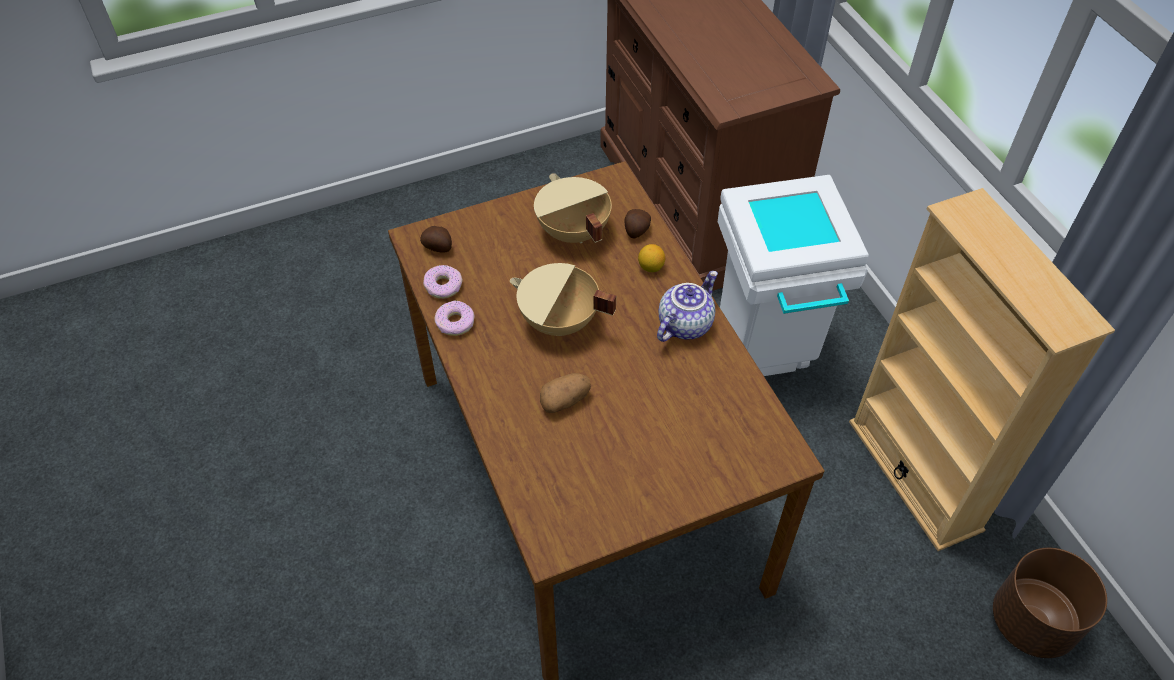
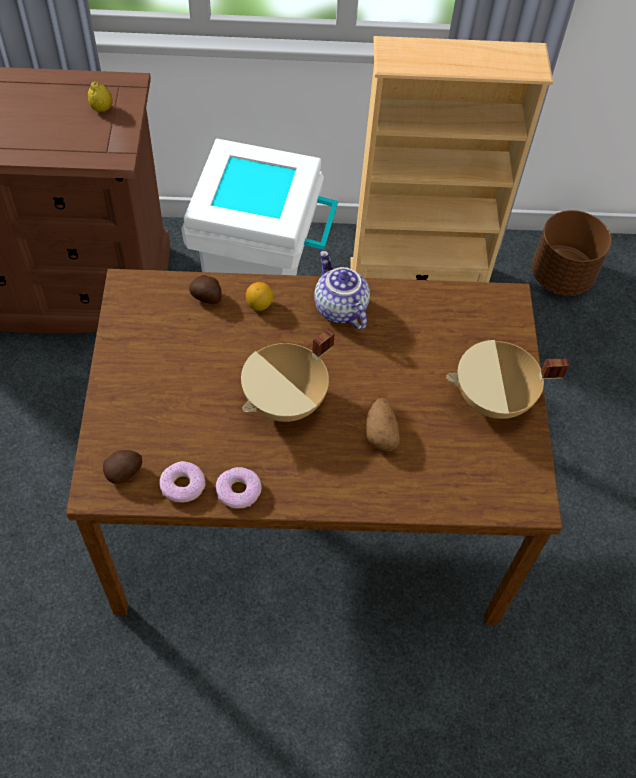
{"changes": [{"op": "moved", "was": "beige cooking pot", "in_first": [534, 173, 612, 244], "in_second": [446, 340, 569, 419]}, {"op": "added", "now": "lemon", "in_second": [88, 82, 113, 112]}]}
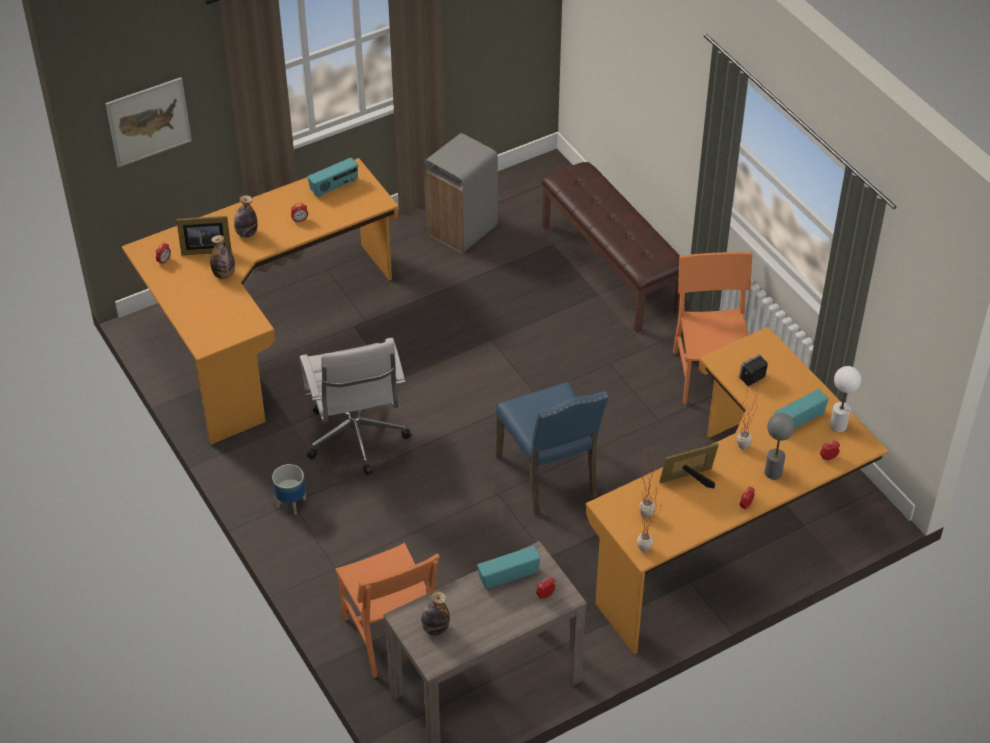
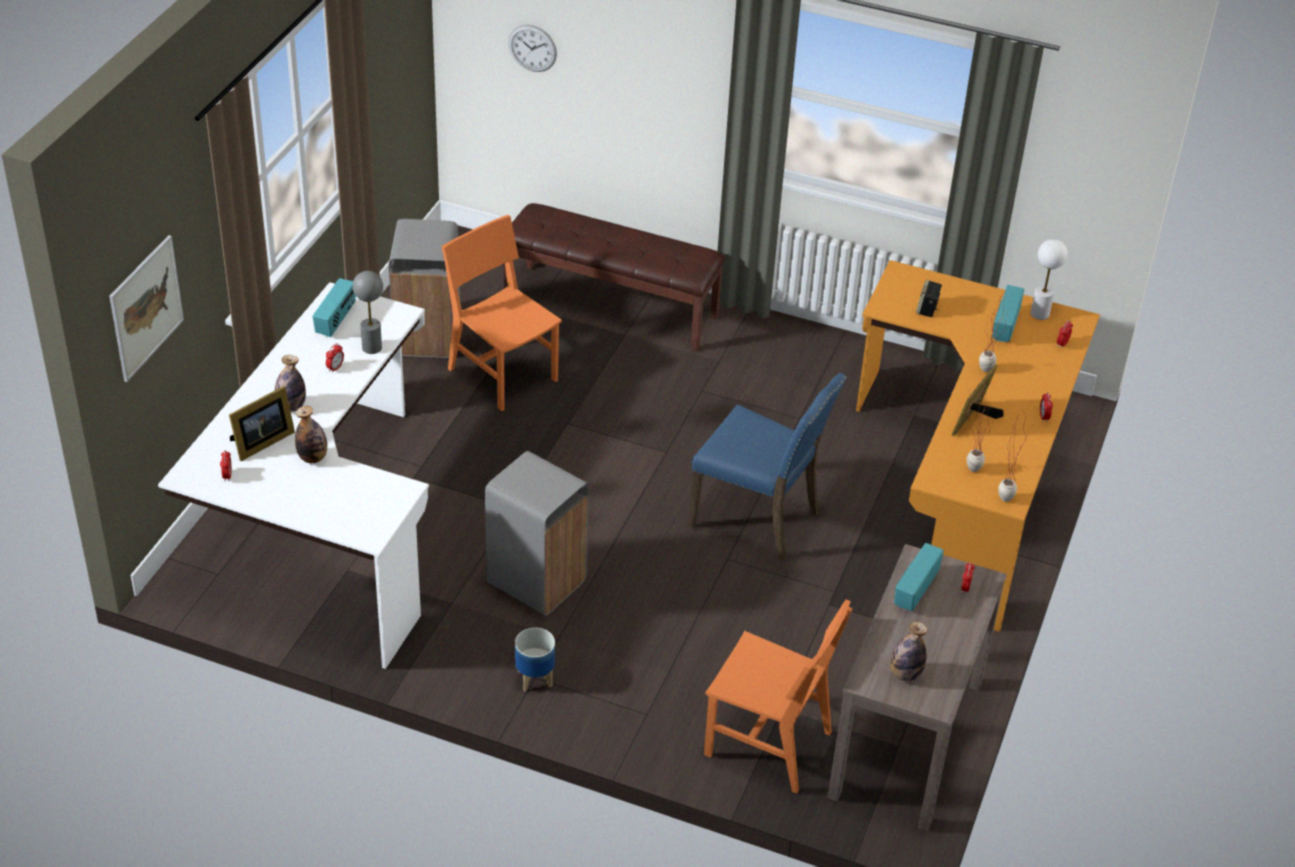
{"changes": [{"op": "recoloured", "was": "orange desk", "now": "white desk", "in_first": [122, 158, 399, 445], "in_second": [158, 282, 429, 669]}, {"op": "replaced", "was": "white office chair", "now": "grey trash can", "in_first": [300, 338, 411, 475], "in_second": [485, 451, 589, 616]}, {"op": "moved", "was": "orange chair", "in_first": [673, 252, 752, 404], "in_second": [442, 215, 562, 411]}, {"op": "moved", "was": "grey table lamp", "in_first": [765, 413, 795, 480], "in_second": [353, 271, 383, 354]}, {"op": "added", "now": "wall clock", "in_second": [508, 24, 557, 72]}]}
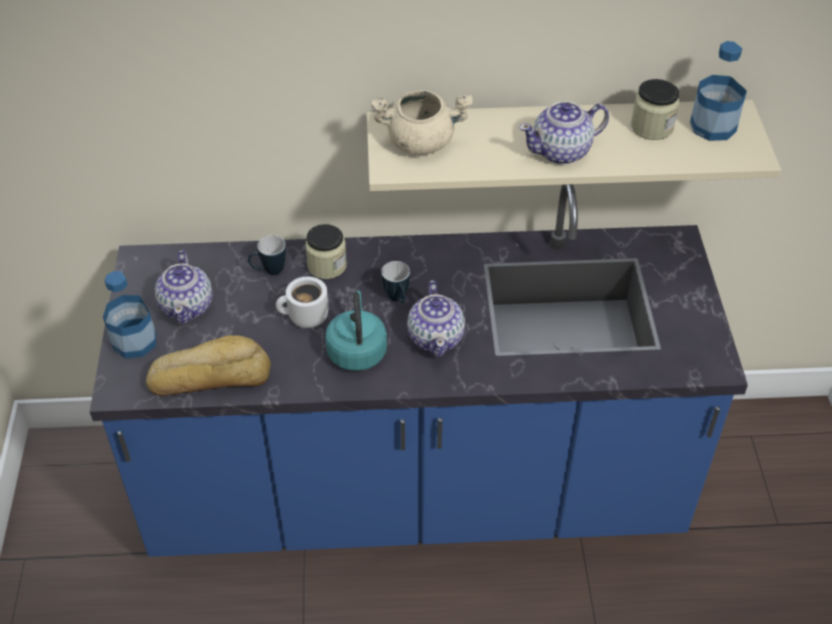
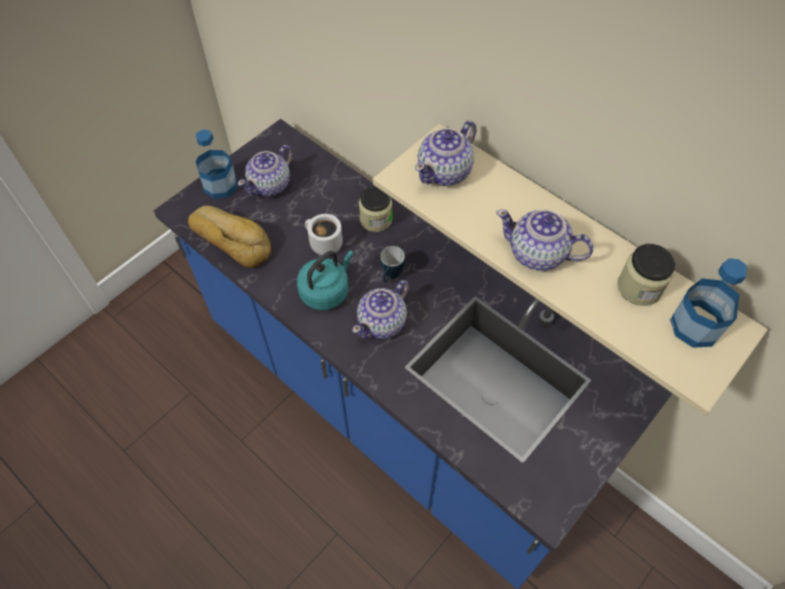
{"changes": [{"op": "removed", "was": "mug", "in_first": [248, 235, 286, 275]}, {"op": "replaced", "was": "beige cooking pot", "now": "teapot", "in_first": [371, 90, 473, 155], "in_second": [415, 121, 476, 186]}]}
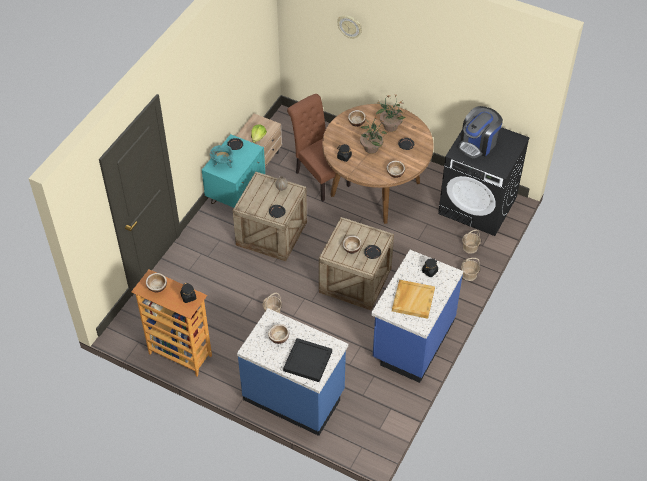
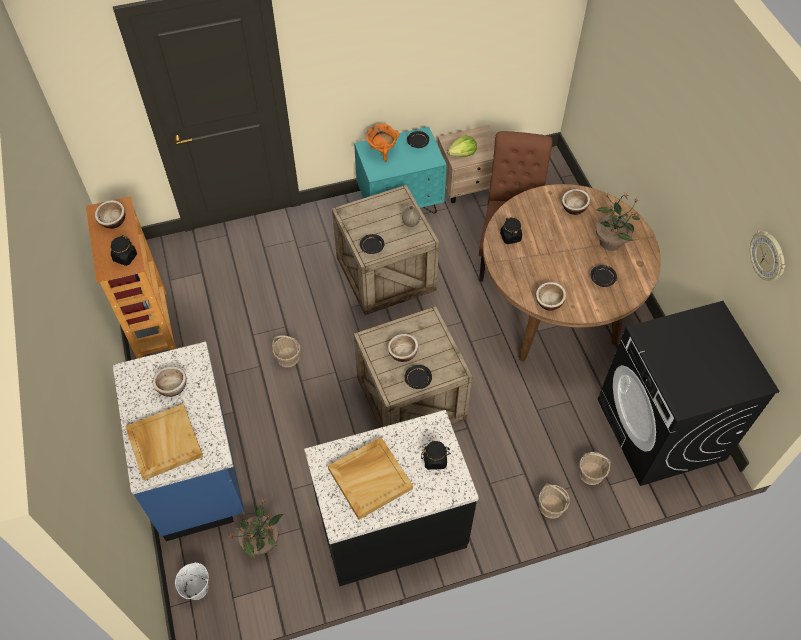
{"changes": [{"op": "recoloured", "was": "turquoise cooking pot", "now": "orange cooking pot", "in_first": [210, 145, 233, 168], "in_second": [366, 124, 399, 162]}, {"op": "recoloured", "was": "black tray", "now": "beige tray", "in_first": [283, 338, 332, 382], "in_second": [125, 404, 203, 481]}, {"op": "moved", "was": "wall clock", "in_first": [337, 15, 362, 39], "in_second": [750, 230, 785, 281]}, {"op": "moved", "was": "potted plant", "in_first": [360, 116, 387, 154], "in_second": [229, 499, 284, 558]}, {"op": "recoloured", "was": "blue counter", "now": "black counter", "in_first": [371, 250, 463, 383], "in_second": [304, 410, 479, 586]}, {"op": "removed", "was": "coffee machine", "in_first": [458, 106, 503, 158]}, {"op": "added", "now": "white bucket", "in_second": [175, 563, 209, 600]}]}
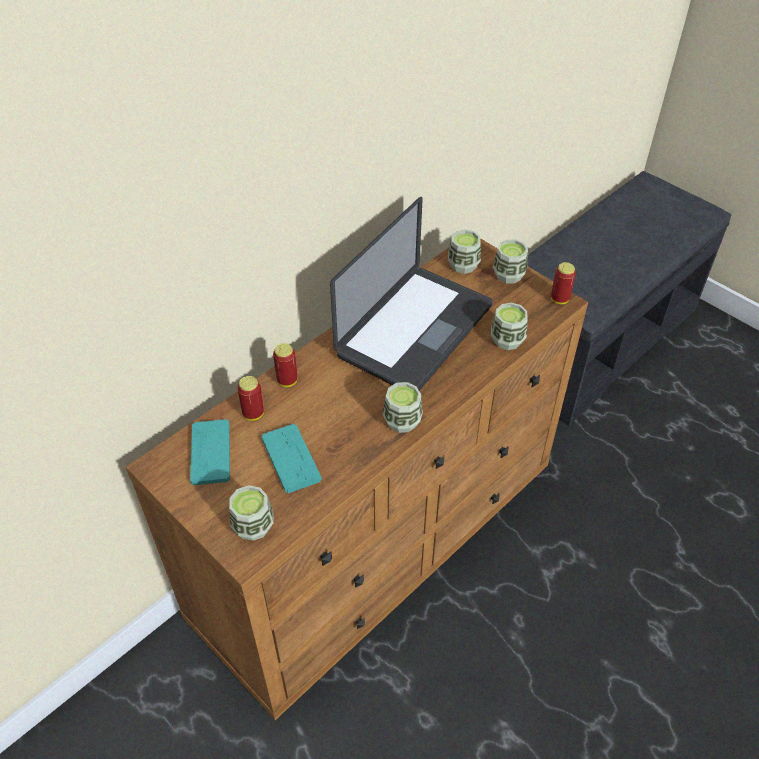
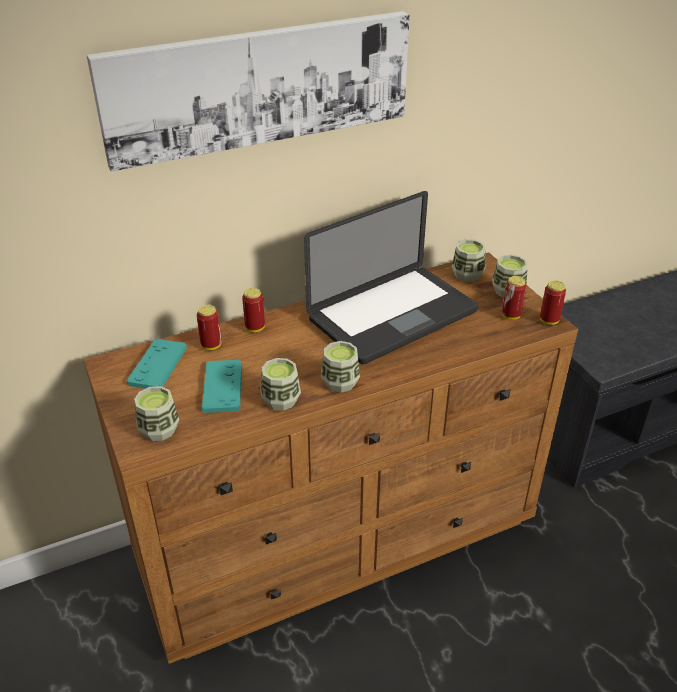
{"changes": [{"op": "moved", "was": "cup", "in_first": [491, 302, 528, 350], "in_second": [260, 358, 301, 411]}, {"op": "added", "now": "picture", "in_second": [86, 11, 410, 172]}, {"op": "added", "now": "can", "in_second": [501, 276, 527, 320]}]}
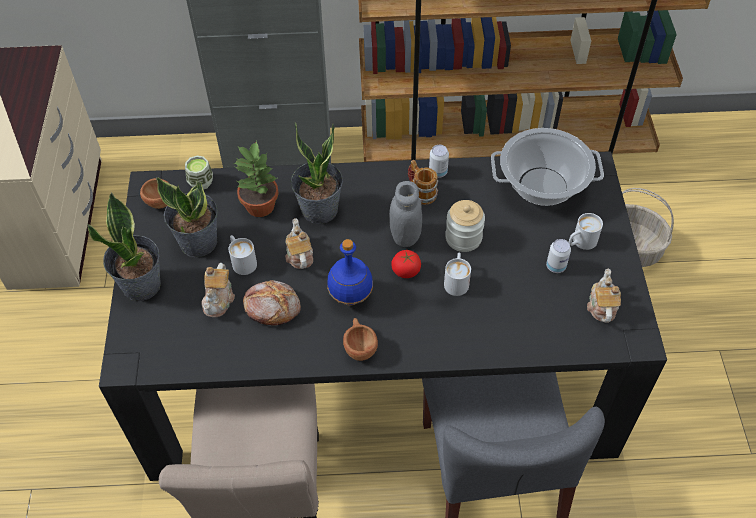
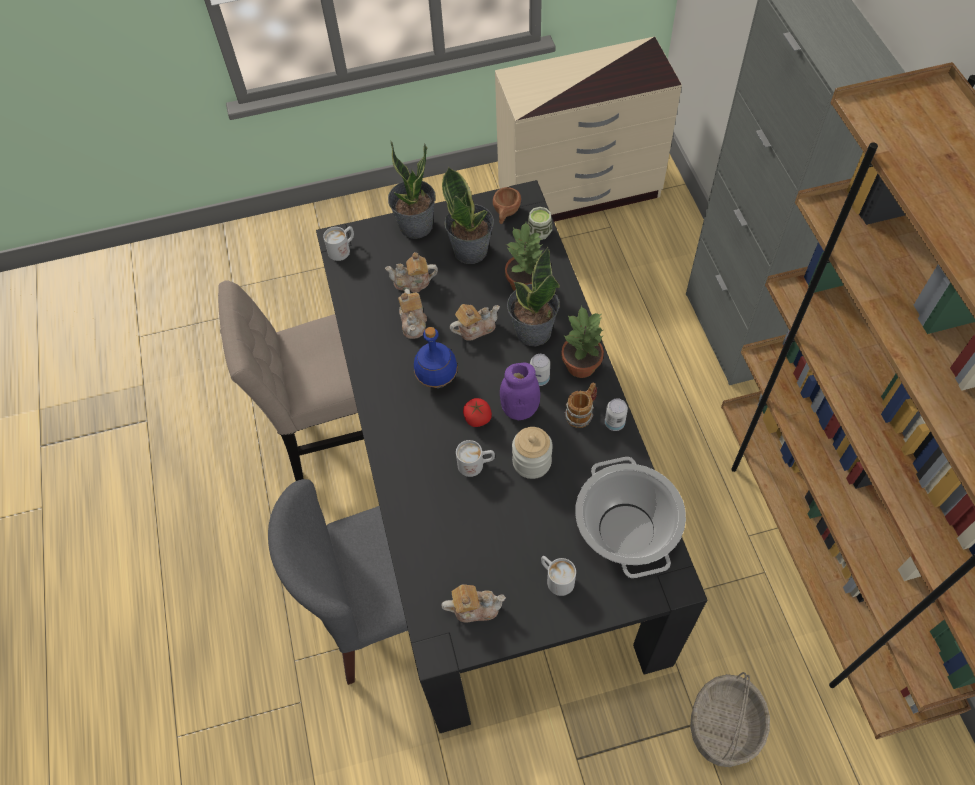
{"changes": [{"op": "moved", "was": "white mug", "in_first": [228, 235, 257, 275], "in_second": [323, 226, 354, 261]}, {"op": "replaced", "was": "bread", "now": "teapot", "in_first": [243, 280, 301, 326], "in_second": [398, 289, 427, 339]}, {"op": "removed", "was": "brown cup", "in_first": [343, 318, 378, 361]}, {"op": "recoloured", "was": "grey jar", "now": "purple jar", "in_first": [389, 181, 422, 247], "in_second": [500, 362, 540, 420]}, {"op": "moved", "was": "can", "in_first": [546, 239, 571, 273], "in_second": [530, 354, 550, 386]}, {"op": "added", "now": "potted plant", "in_second": [561, 306, 604, 378]}]}
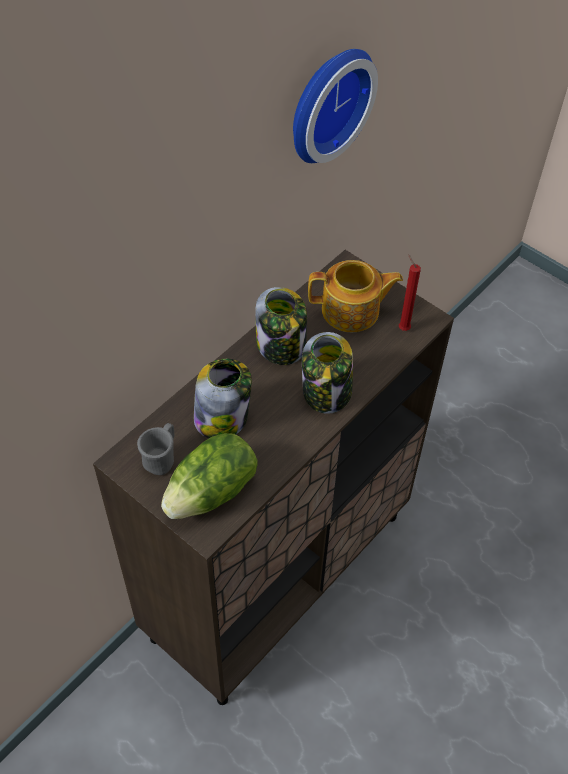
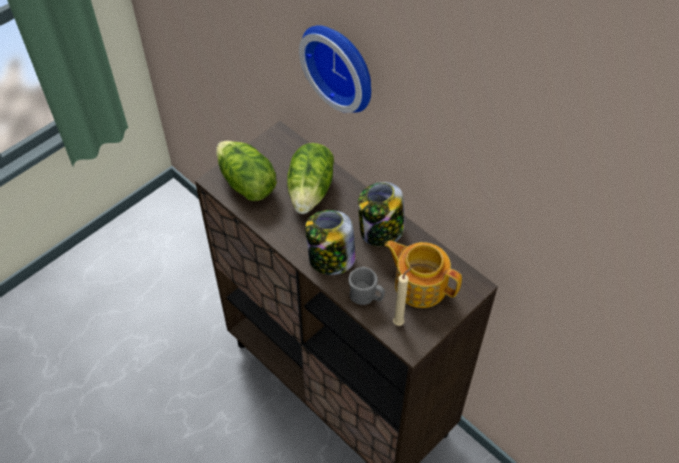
{"changes": [{"op": "moved", "was": "grey mug", "in_first": [137, 423, 174, 475], "in_second": [349, 267, 385, 305]}, {"op": "replaced", "was": "jar", "now": "lettuce", "in_first": [194, 359, 252, 438], "in_second": [287, 143, 334, 214]}, {"op": "moved", "was": "wall clock", "in_first": [293, 49, 378, 163], "in_second": [299, 25, 371, 113]}, {"op": "turned", "was": "teapot", "in_first": [308, 260, 403, 332], "in_second": [385, 240, 462, 308], "clockwise": 120}, {"op": "recoloured", "was": "red candle", "now": "beige candle", "in_first": [399, 254, 421, 331], "in_second": [393, 267, 412, 326]}]}
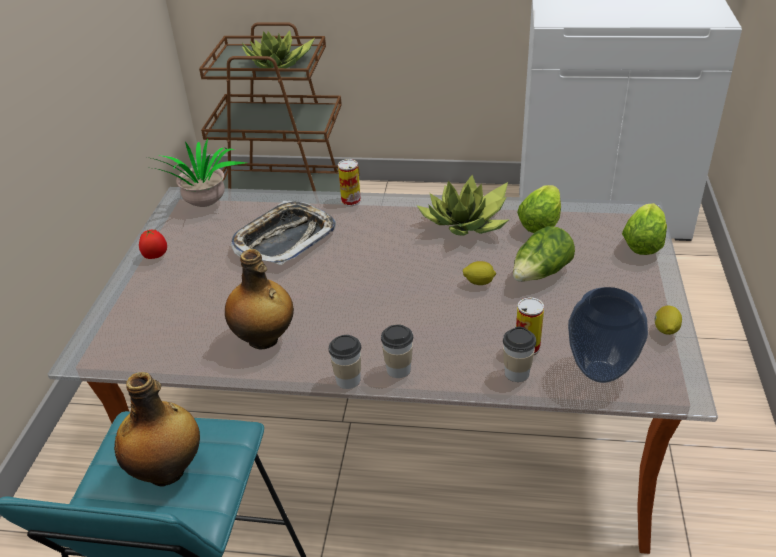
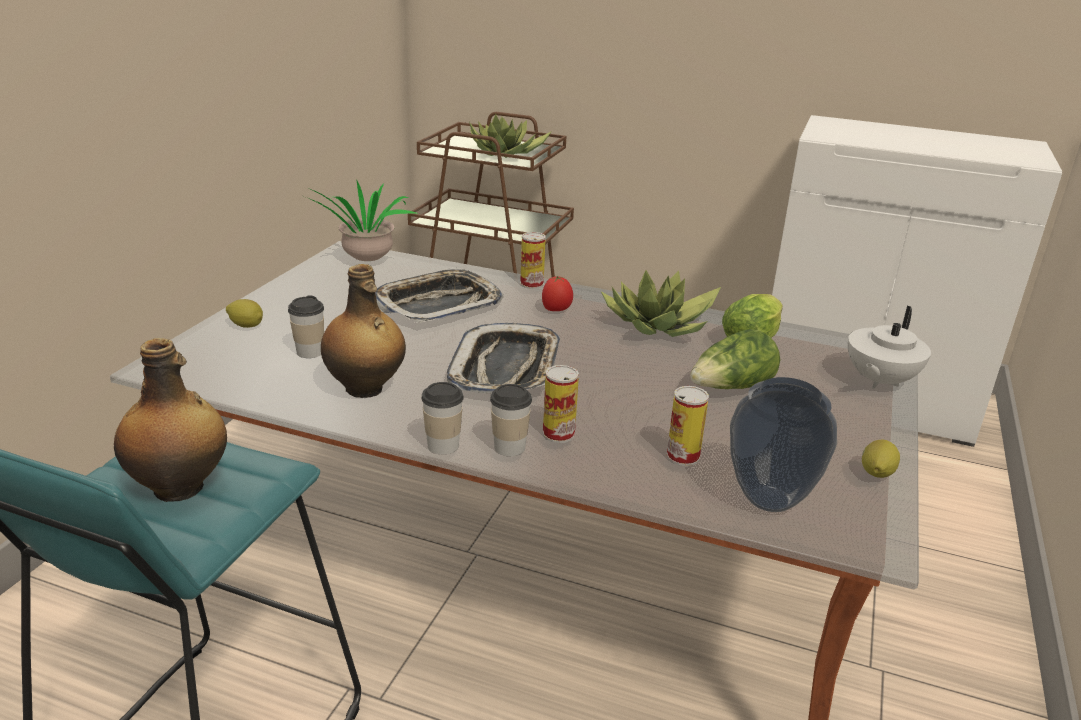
{"changes": [{"op": "moved", "was": "tomato", "in_first": [139, 230, 167, 259], "in_second": [542, 276, 573, 311]}, {"op": "moved", "was": "lemon", "in_first": [463, 261, 496, 285], "in_second": [226, 299, 263, 328]}, {"op": "moved", "was": "cup", "in_first": [503, 327, 536, 382], "in_second": [288, 295, 324, 358]}, {"op": "replaced", "was": "lettuce", "now": "white teapot", "in_first": [622, 203, 667, 255], "in_second": [848, 306, 931, 389]}, {"op": "added", "now": "tray", "in_second": [447, 323, 560, 394]}, {"op": "added", "now": "can", "in_second": [543, 365, 579, 443]}]}
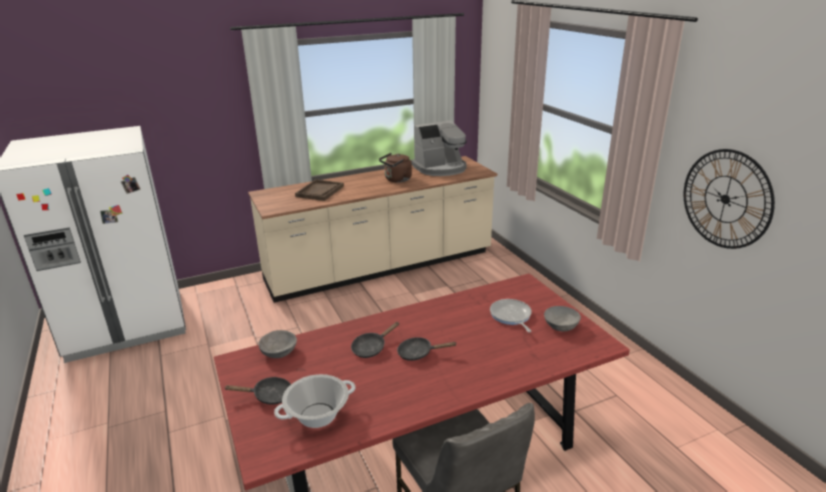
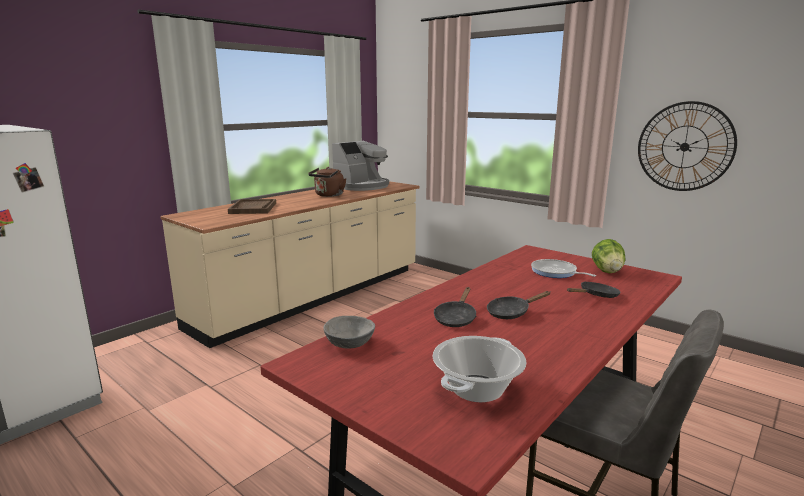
{"changes": [{"op": "moved", "was": "black frying pan", "in_first": [225, 377, 291, 405], "in_second": [567, 282, 621, 298]}, {"op": "replaced", "was": "grey bowl", "now": "lettuce", "in_first": [544, 306, 581, 332], "in_second": [592, 239, 626, 273]}]}
